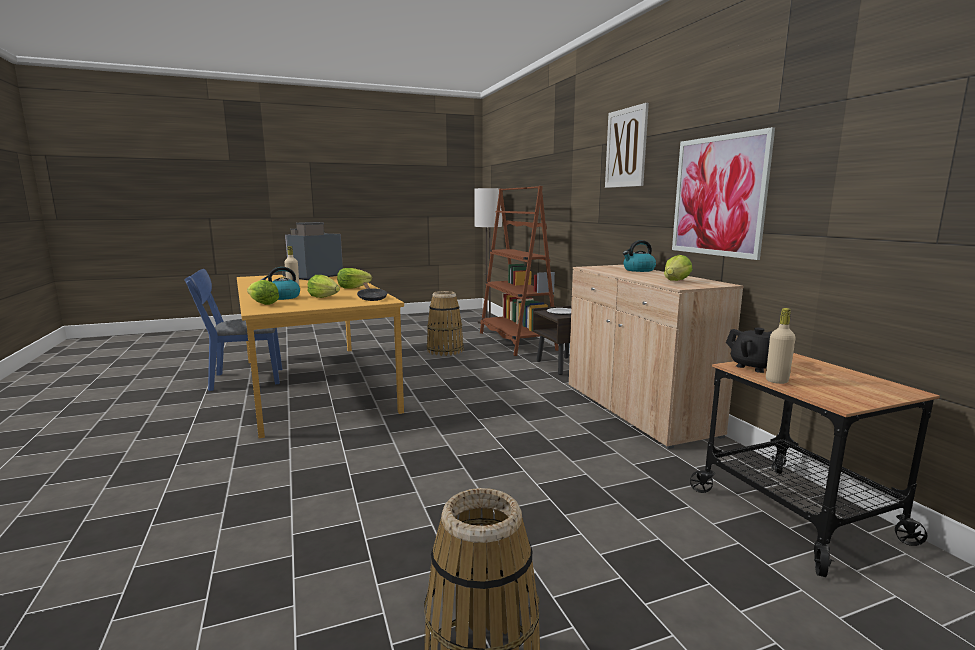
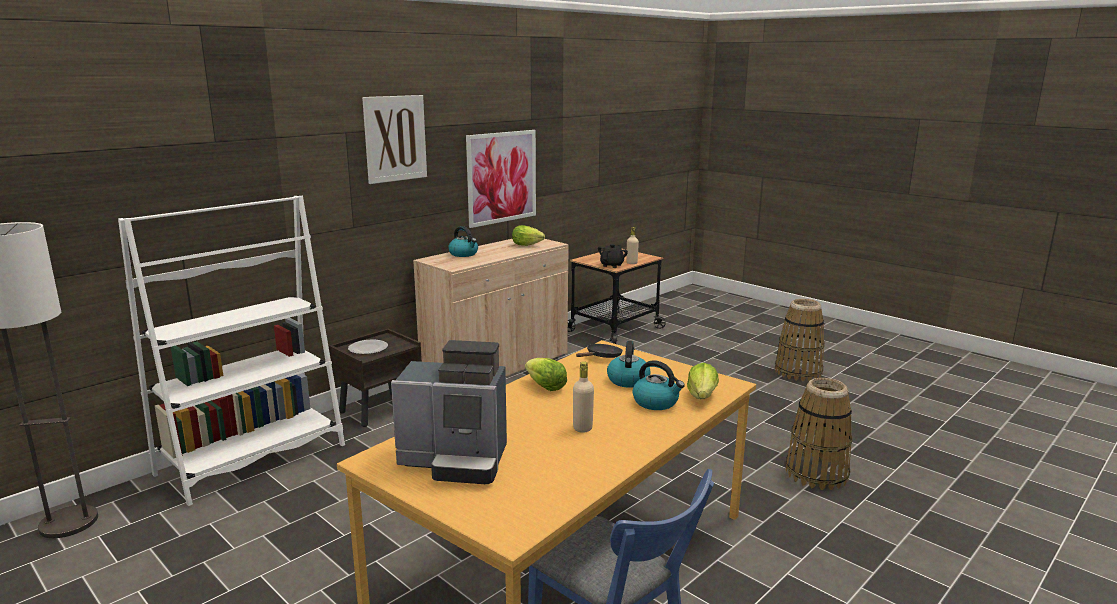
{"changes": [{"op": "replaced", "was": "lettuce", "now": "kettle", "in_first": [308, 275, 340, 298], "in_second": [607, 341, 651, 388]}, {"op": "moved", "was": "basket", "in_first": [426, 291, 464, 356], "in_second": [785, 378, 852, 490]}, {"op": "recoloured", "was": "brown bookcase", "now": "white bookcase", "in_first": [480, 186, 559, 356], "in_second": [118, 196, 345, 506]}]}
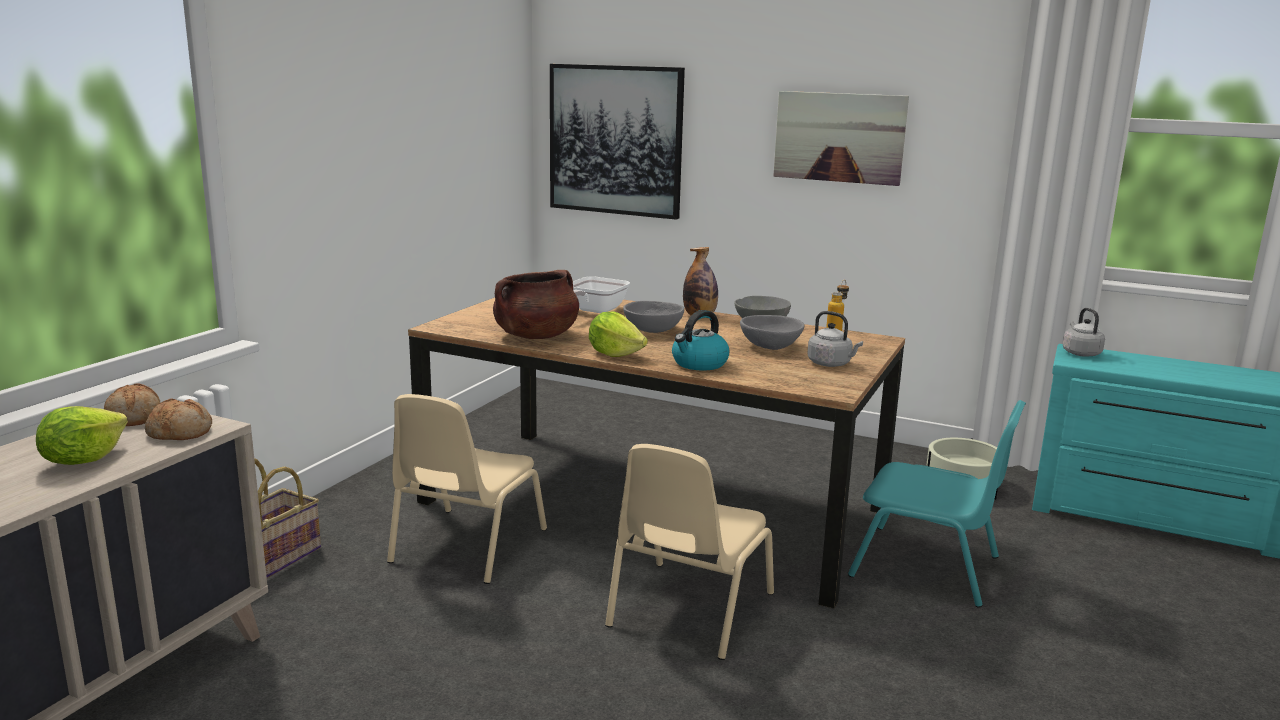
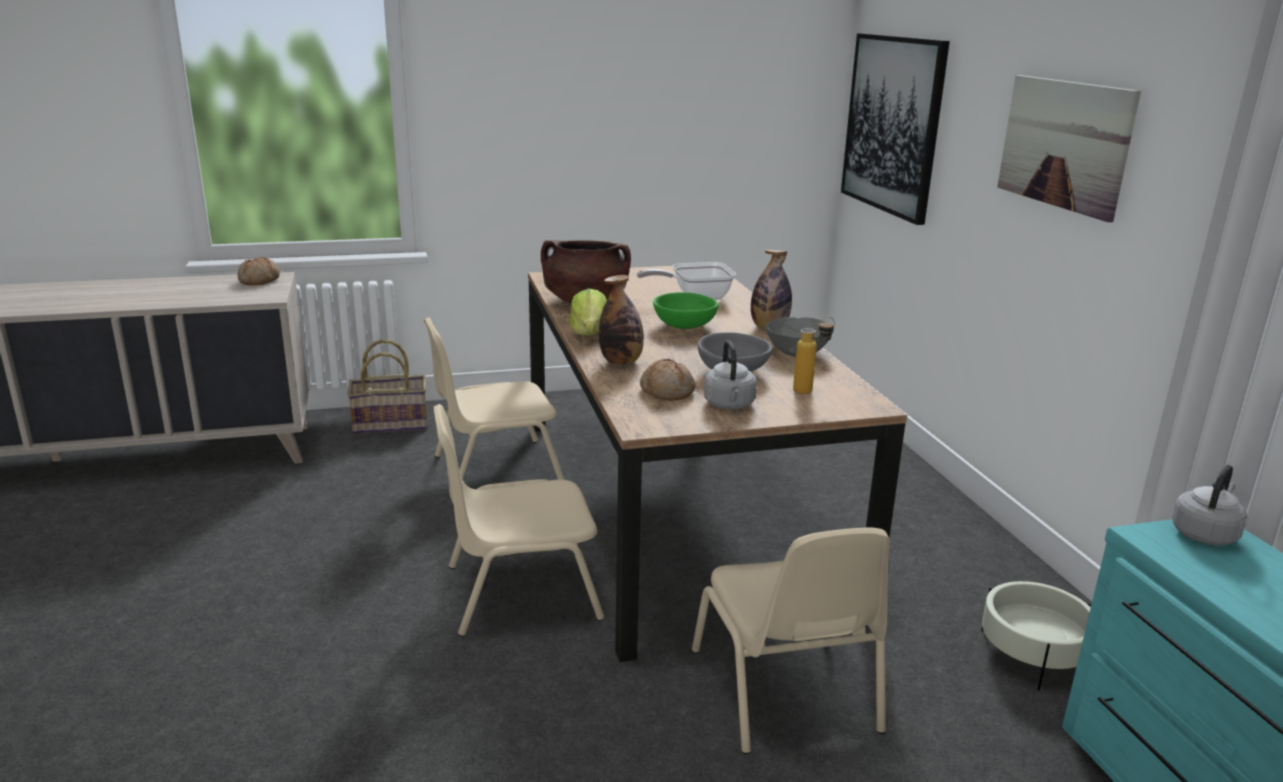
{"changes": [{"op": "removed", "was": "lettuce", "in_first": [36, 406, 128, 465]}, {"op": "moved", "was": "bread", "in_first": [145, 398, 212, 440], "in_second": [640, 359, 695, 401]}, {"op": "recoloured", "was": "grey bowl", "now": "green bowl", "in_first": [623, 301, 684, 333], "in_second": [653, 292, 719, 329]}, {"op": "replaced", "was": "kettle", "now": "bottle", "in_first": [672, 310, 729, 371], "in_second": [599, 275, 644, 365]}, {"op": "recoloured", "was": "turquoise chair", "now": "beige chair", "in_first": [848, 400, 1026, 608], "in_second": [692, 528, 890, 754]}]}
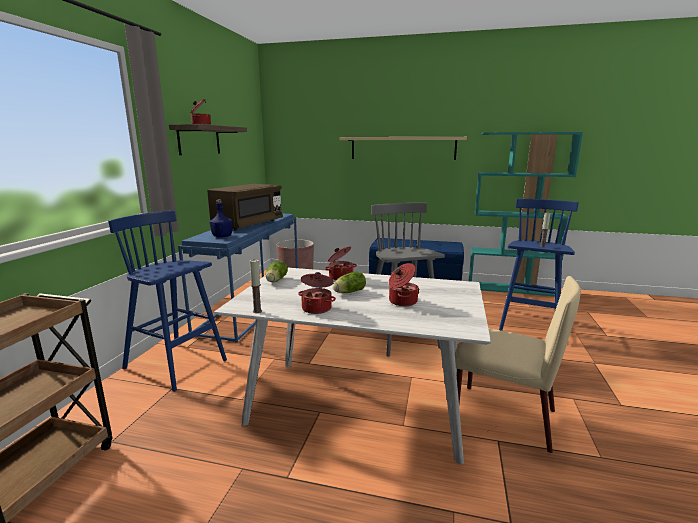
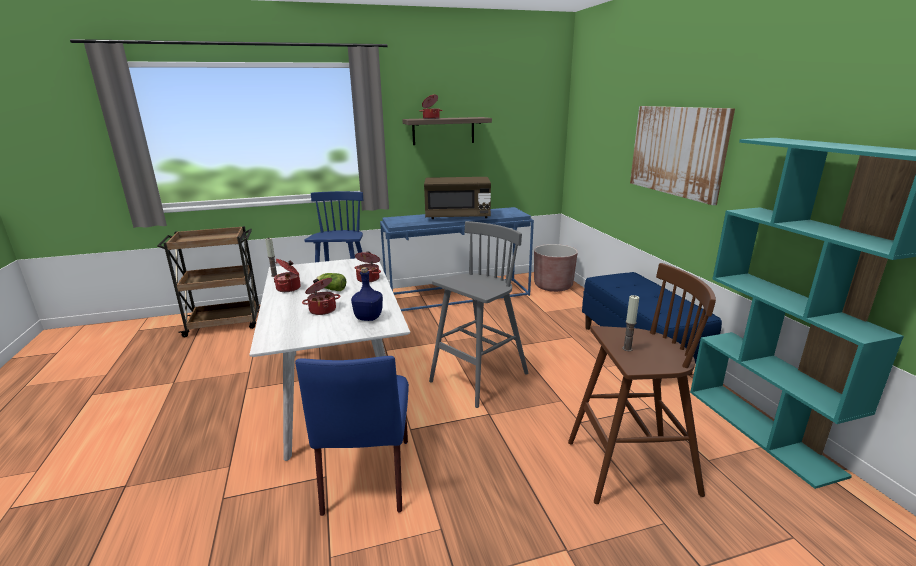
{"changes": [{"op": "moved", "was": "blue bottle", "in_first": [209, 199, 233, 238], "in_second": [351, 267, 383, 321]}, {"op": "removed", "was": "lettuce", "in_first": [265, 261, 288, 282]}, {"op": "replaced", "was": "beige shelf", "now": "picture", "in_first": [339, 137, 467, 160], "in_second": [630, 106, 735, 205]}, {"op": "recoloured", "was": "beige chair", "now": "blue chair", "in_first": [455, 276, 581, 453], "in_second": [295, 356, 409, 516]}, {"op": "recoloured", "was": "blue stool", "now": "brown stool", "in_first": [499, 198, 579, 331], "in_second": [568, 263, 716, 504]}]}
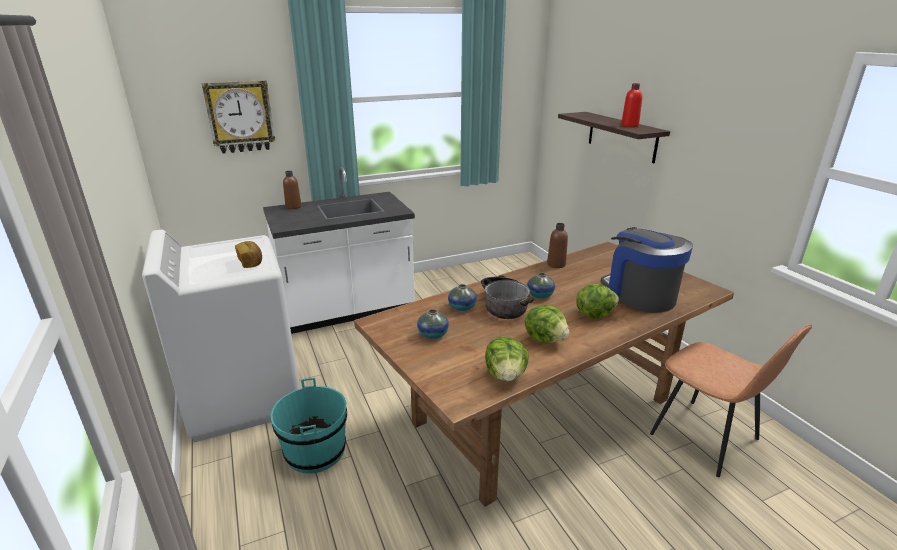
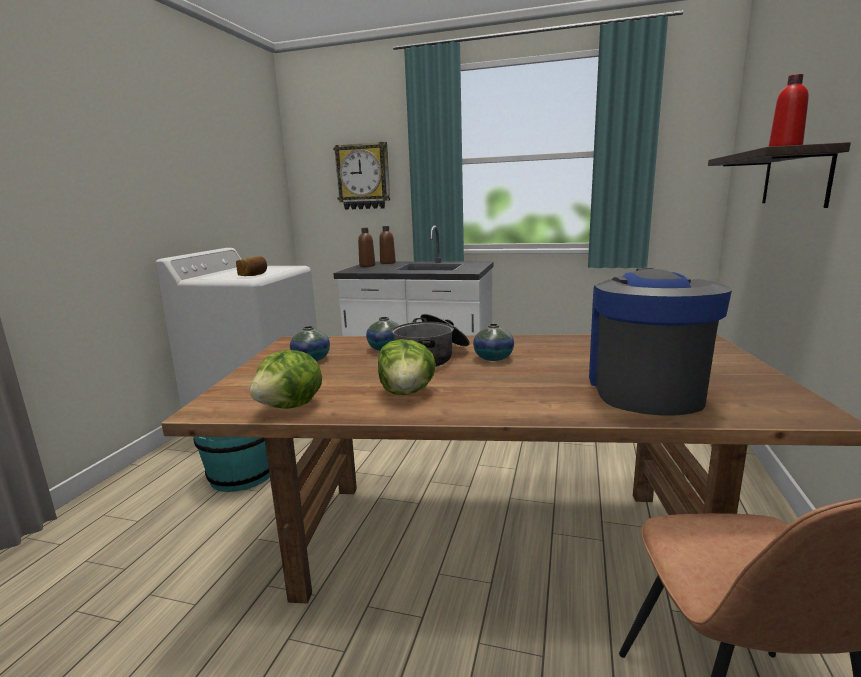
{"changes": [{"op": "moved", "was": "brown bottle", "in_first": [547, 223, 568, 268], "in_second": [358, 228, 375, 267]}, {"op": "removed", "was": "lettuce", "in_first": [576, 284, 619, 319]}]}
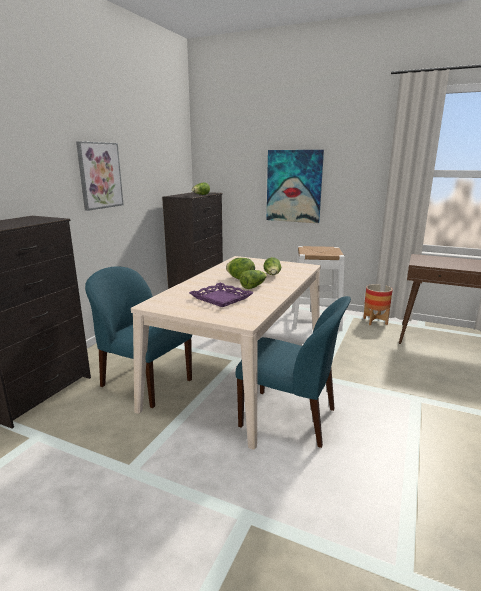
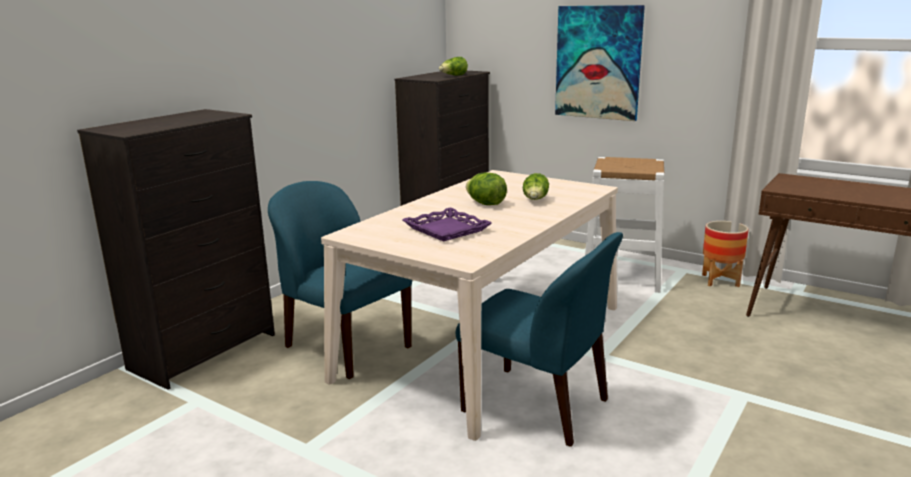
{"changes": [{"op": "removed", "was": "picture", "in_first": [76, 141, 124, 211]}, {"op": "removed", "was": "lettuce", "in_first": [240, 270, 267, 289]}]}
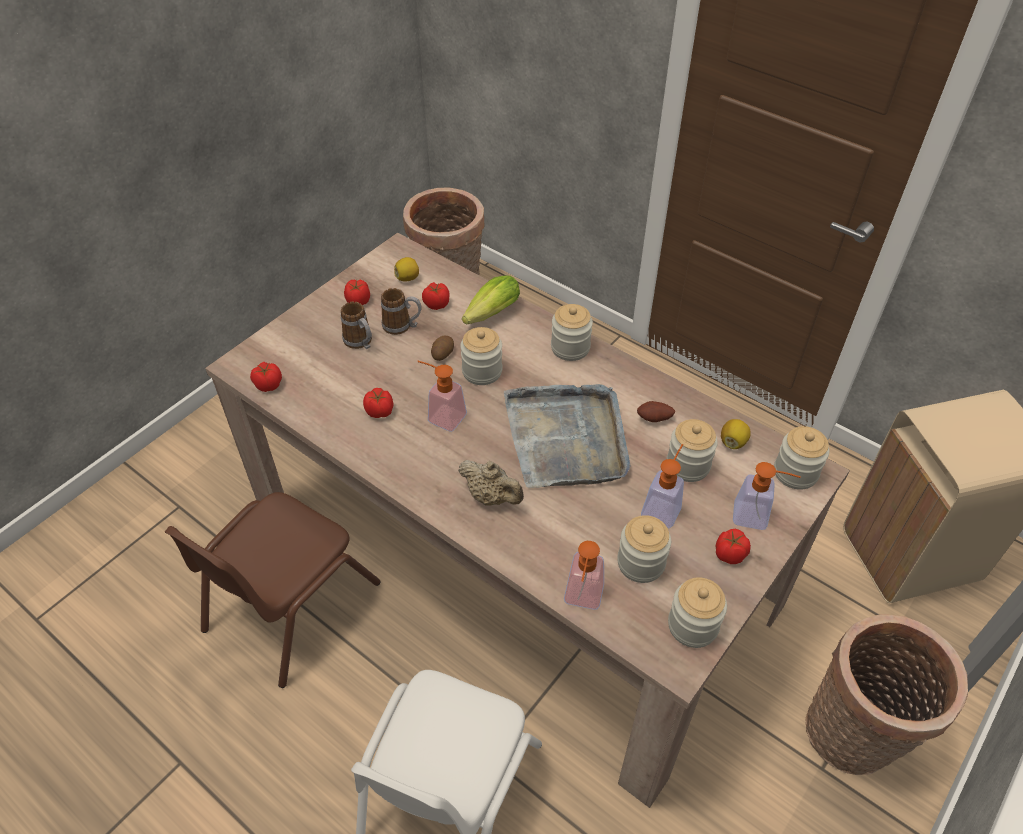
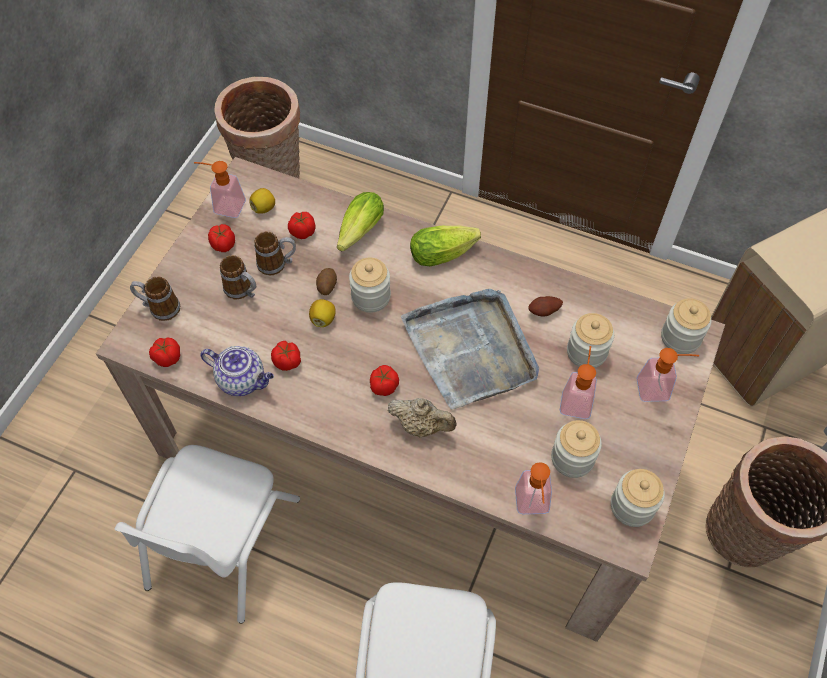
{"changes": [{"op": "recoloured", "was": "brown chair", "now": "white chair", "in_first": [165, 492, 380, 688], "in_second": [115, 445, 300, 623]}, {"op": "moved", "was": "soap dispenser", "in_first": [418, 361, 467, 432], "in_second": [194, 161, 246, 218]}, {"op": "replaced", "was": "jar", "now": "lettuce", "in_first": [551, 304, 593, 361], "in_second": [410, 226, 481, 266]}, {"op": "moved", "was": "tomato", "in_first": [715, 529, 751, 564], "in_second": [370, 365, 399, 396]}, {"op": "moved", "was": "lemon", "in_first": [721, 419, 751, 449], "in_second": [309, 299, 336, 327]}, {"op": "added", "now": "mug", "in_second": [130, 276, 180, 321]}, {"op": "added", "now": "teapot", "in_second": [201, 346, 274, 396]}]}
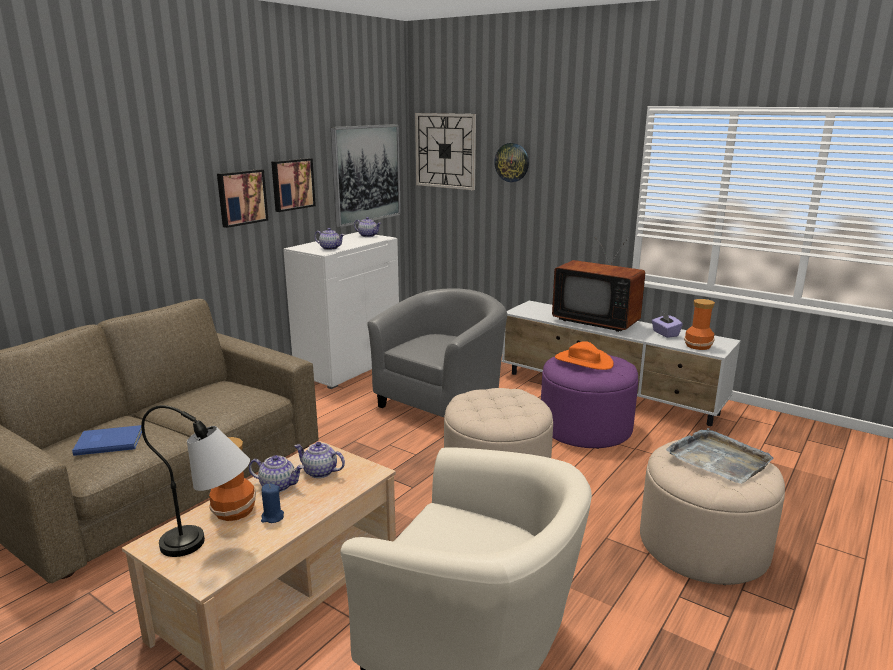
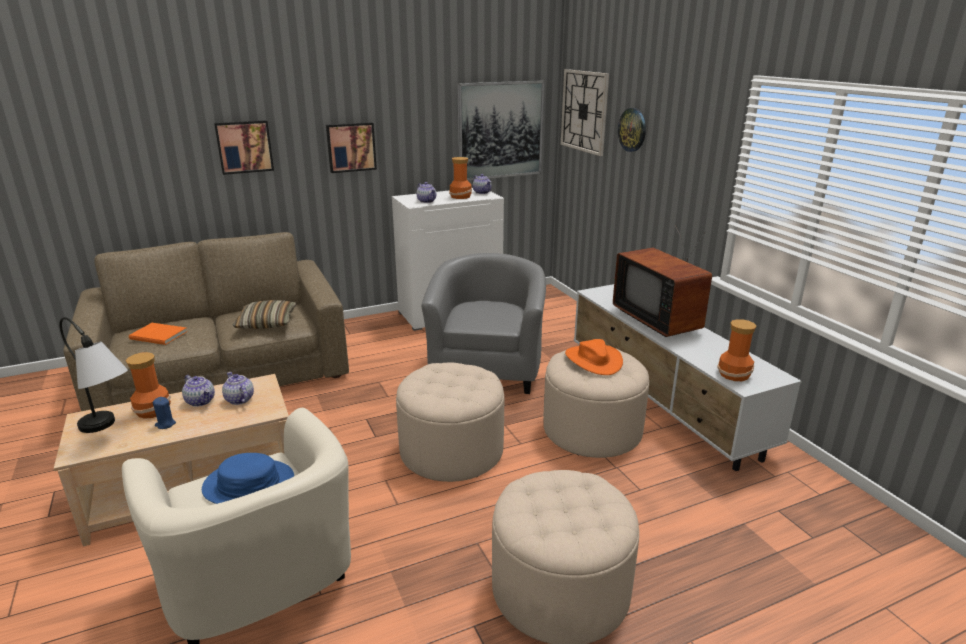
{"changes": [{"op": "recoloured", "was": "blue book", "now": "orange book", "in_first": [72, 425, 142, 456], "in_second": [129, 323, 188, 345]}, {"op": "moved", "was": "picture", "in_first": [271, 158, 316, 212], "in_second": [214, 120, 274, 175]}, {"op": "turned", "was": "grey armchair", "in_first": [367, 288, 507, 417], "in_second": [421, 253, 546, 394], "clockwise": -60}, {"op": "recoloured", "was": "purple ottoman", "now": "beige ottoman", "in_first": [541, 354, 638, 449], "in_second": [543, 349, 649, 458]}, {"op": "removed", "was": "purple tissue box", "in_first": [652, 312, 683, 338]}, {"op": "removed", "was": "grey tray", "in_first": [666, 428, 774, 484]}, {"op": "added", "now": "blue hat", "in_second": [202, 453, 294, 504]}, {"op": "added", "now": "pillow", "in_second": [233, 300, 296, 329]}, {"op": "added", "now": "vase", "in_second": [449, 157, 472, 199]}]}
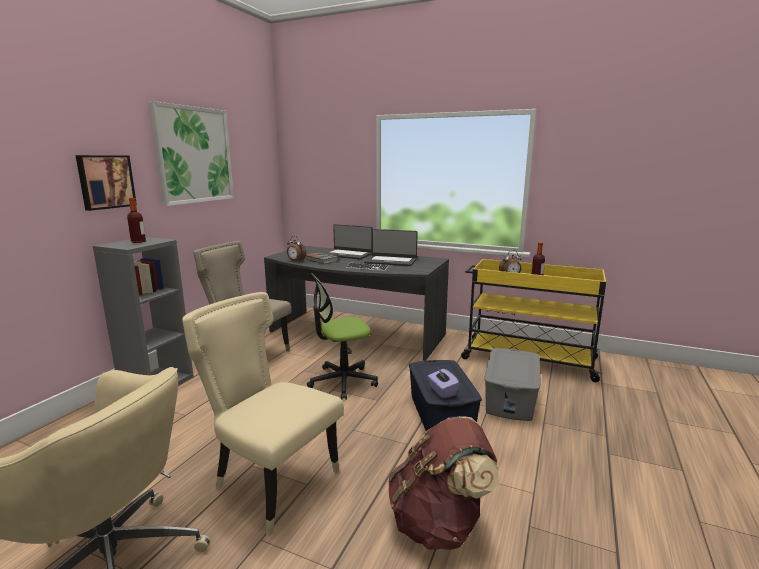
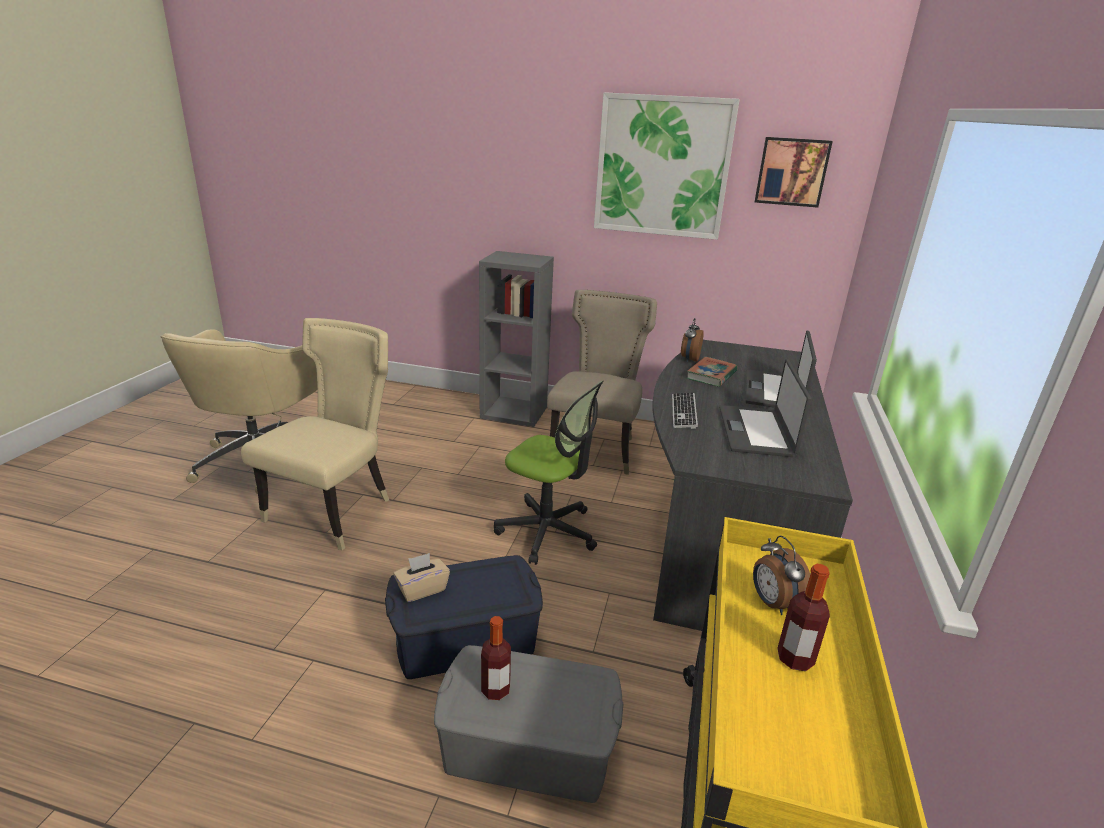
{"changes": [{"op": "moved", "was": "picture", "in_first": [76, 155, 137, 211], "in_second": [755, 137, 833, 208]}, {"op": "moved", "was": "bottle", "in_first": [127, 198, 146, 243], "in_second": [481, 616, 511, 700]}, {"op": "turned", "was": "office chair", "in_first": [307, 273, 378, 400], "in_second": [494, 381, 603, 565], "clockwise": 150}, {"op": "removed", "was": "brown backpack", "in_first": [388, 416, 499, 550]}, {"op": "recoloured", "was": "purple tissue box", "now": "beige tissue box", "in_first": [428, 368, 459, 398], "in_second": [393, 553, 450, 602]}]}
